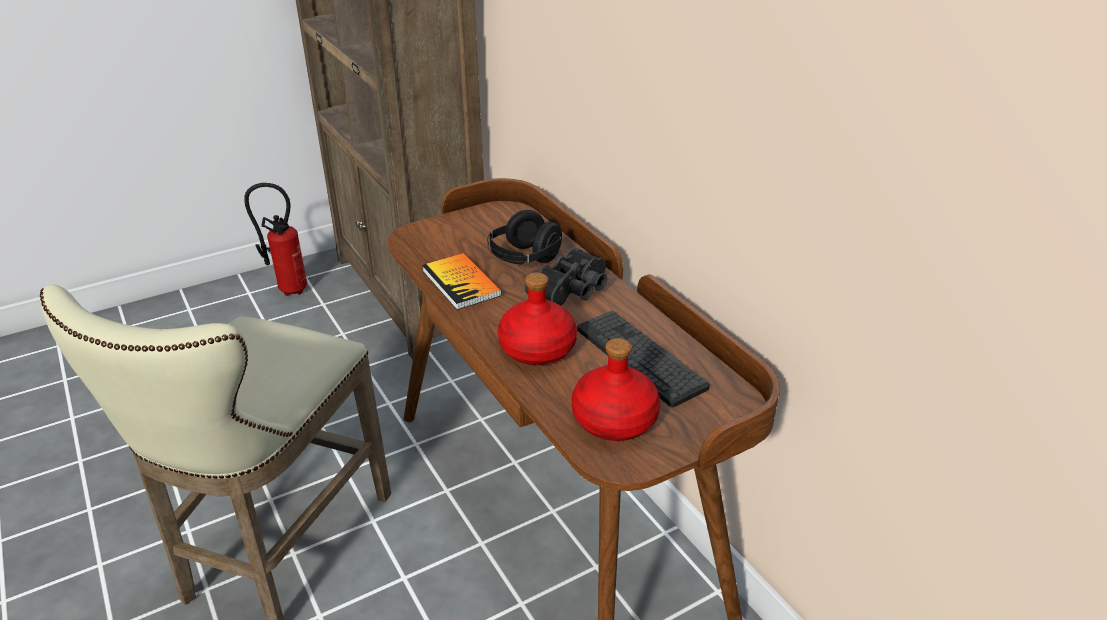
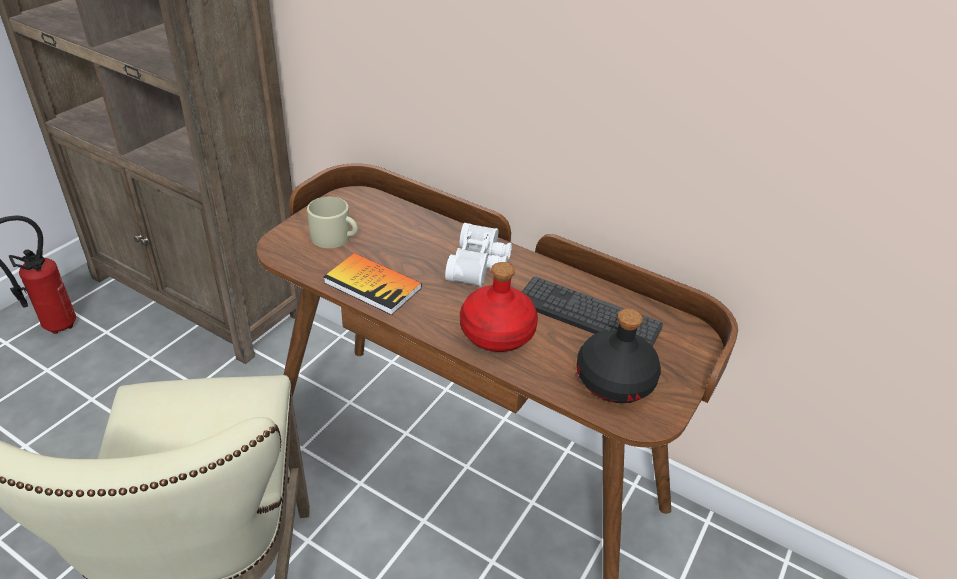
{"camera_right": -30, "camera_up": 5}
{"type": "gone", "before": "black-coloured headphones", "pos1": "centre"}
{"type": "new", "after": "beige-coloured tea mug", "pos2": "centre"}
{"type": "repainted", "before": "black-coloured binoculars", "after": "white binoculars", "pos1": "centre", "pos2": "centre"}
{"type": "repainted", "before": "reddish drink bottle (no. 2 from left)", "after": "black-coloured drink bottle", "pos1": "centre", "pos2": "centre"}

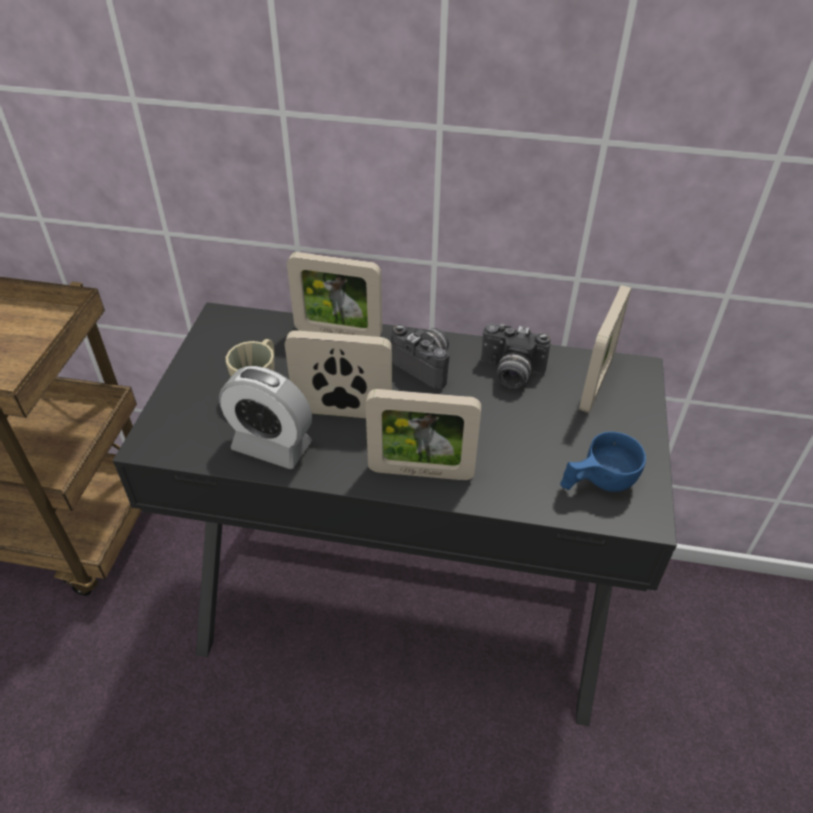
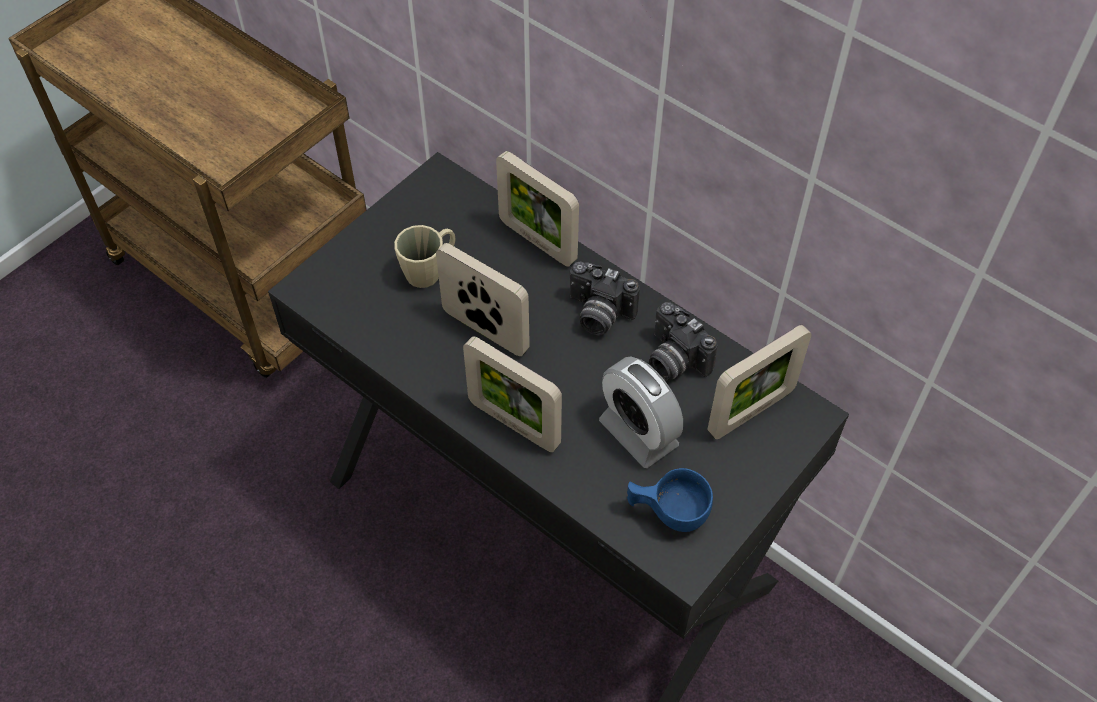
{"camera_right": 30, "camera_up": 10}
{"type": "shifted", "before": "alarm clock", "pos1": "middle left", "pos2": "centre"}
{"type": "rotated", "before": "still camera (no. 1 from left)", "pos1": "centre", "pos2": "centre", "turn": 135}

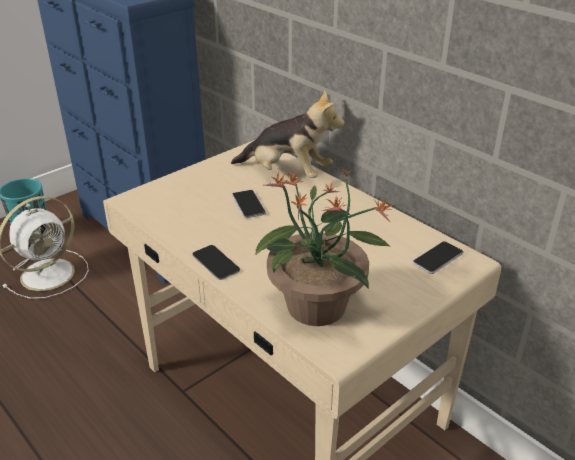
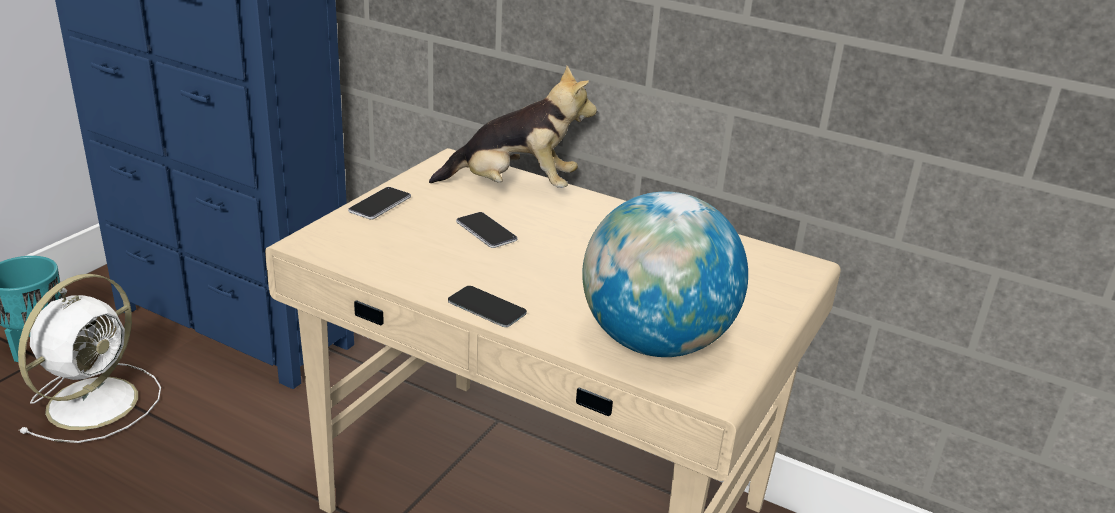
{"camera_right": -20, "camera_up": -5}
{"type": "shifted", "before": "handset (no. 3 from left in the first image)", "after": "handset (no. 1 from left)", "pos1": "middle right", "pos2": "centre"}
{"type": "swapped", "before": "plant in a pot", "after": "desk globe", "pos1": "centre", "pos2": "centre"}

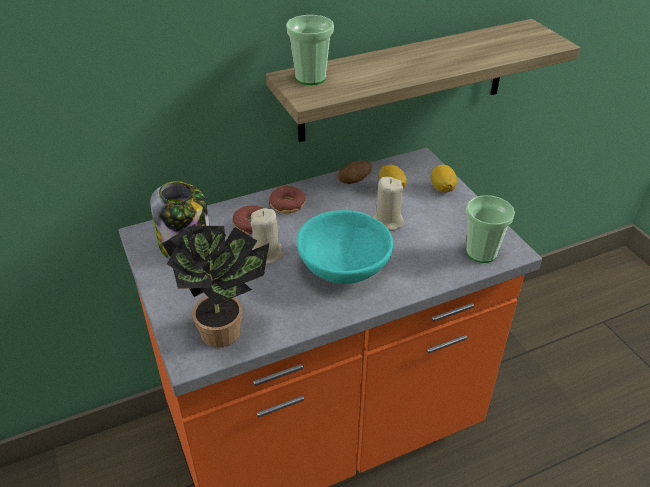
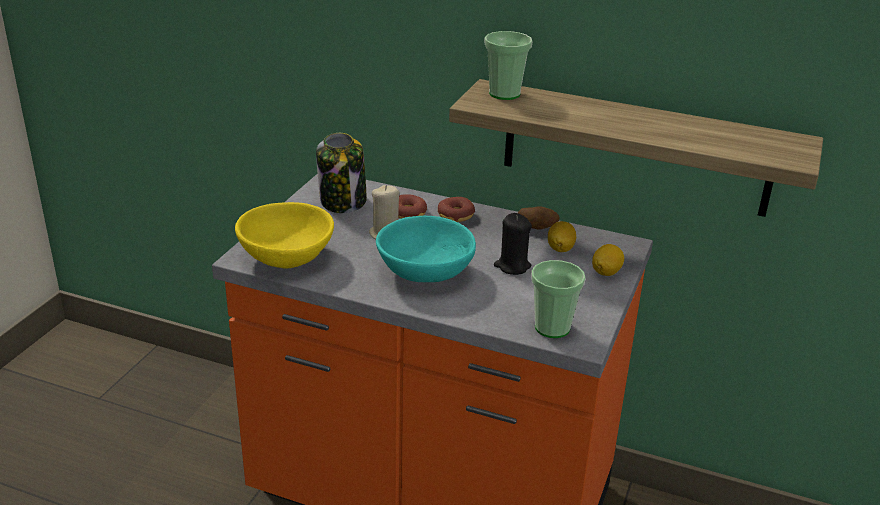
{"camera_right": 45, "camera_up": -10}
{"type": "swapped", "before": "plant in a pot", "after": "yellow-coloured serving bowl", "pos1": "middle left", "pos2": "middle left"}
{"type": "repainted", "before": "beige-coloured wax candle (no. 2 from left)", "after": "black-coloured wax candle", "pos1": "centre", "pos2": "centre"}

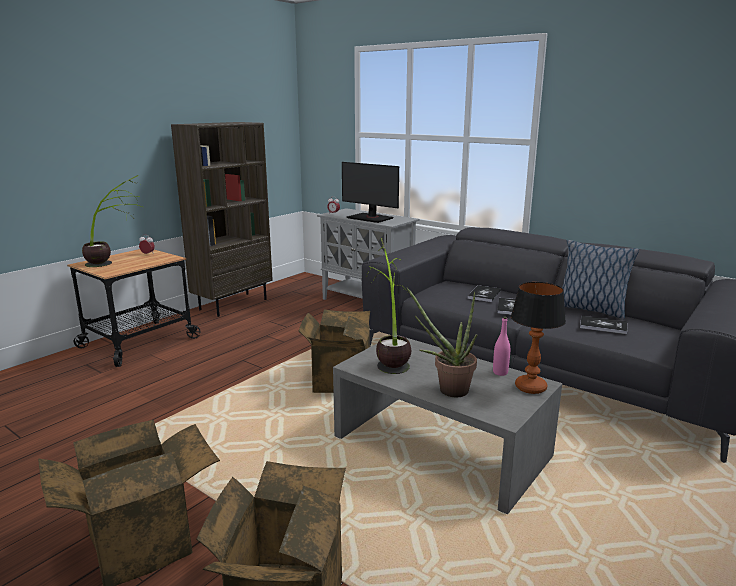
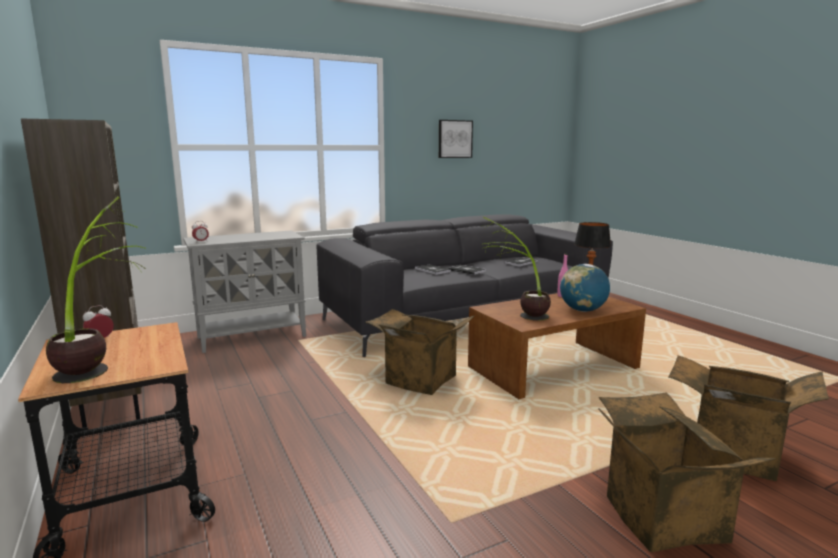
{"camera_right": -65, "camera_up": -5}
{"type": "gone", "before": "computer display", "pos1": "top centre"}
{"type": "gone", "before": "cushion", "pos1": "middle right"}
{"type": "new", "after": "wall art", "pos2": "top centre"}
{"type": "swapped", "before": "plant in a pot (no. 3 from left)", "after": "desk globe", "pos1": "centre", "pos2": "middle right"}
{"type": "repainted", "before": "grey low table", "after": "brown low table", "pos1": "bottom centre", "pos2": "centre"}

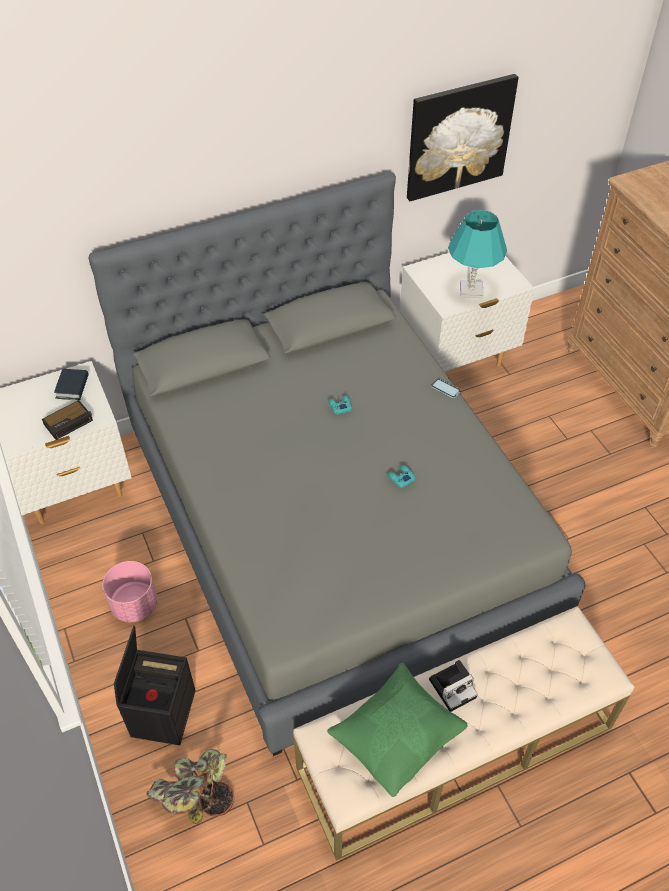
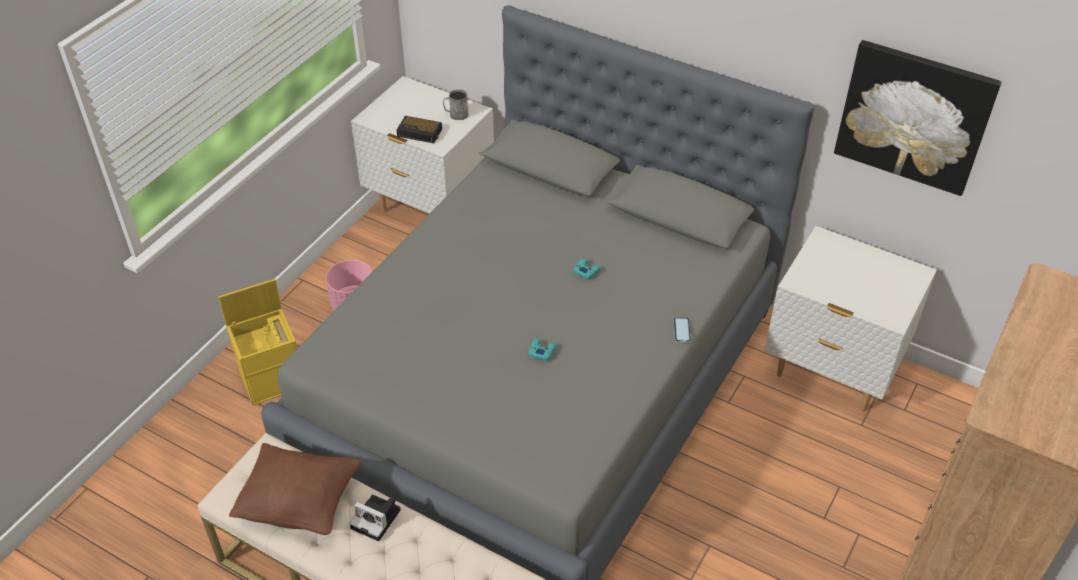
{"camera_right": 55, "camera_up": -5}
{"type": "gone", "before": "plant in a pot", "pos1": "bottom left"}
{"type": "gone", "before": "blue-green table lamp", "pos1": "top right"}
{"type": "swapped", "before": "book", "after": "grey tea mug", "pos1": "middle left", "pos2": "top centre"}
{"type": "repainted", "before": "black-coloured storage bin", "after": "yellow-coloured storage bin", "pos1": "bottom left", "pos2": "middle left"}
{"type": "repainted", "before": "green cushion", "after": "brown cushion", "pos1": "bottom centre", "pos2": "bottom left"}

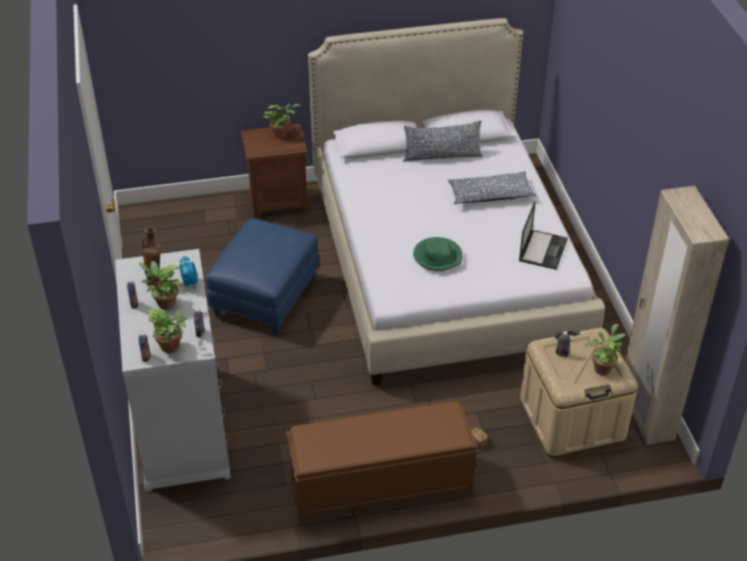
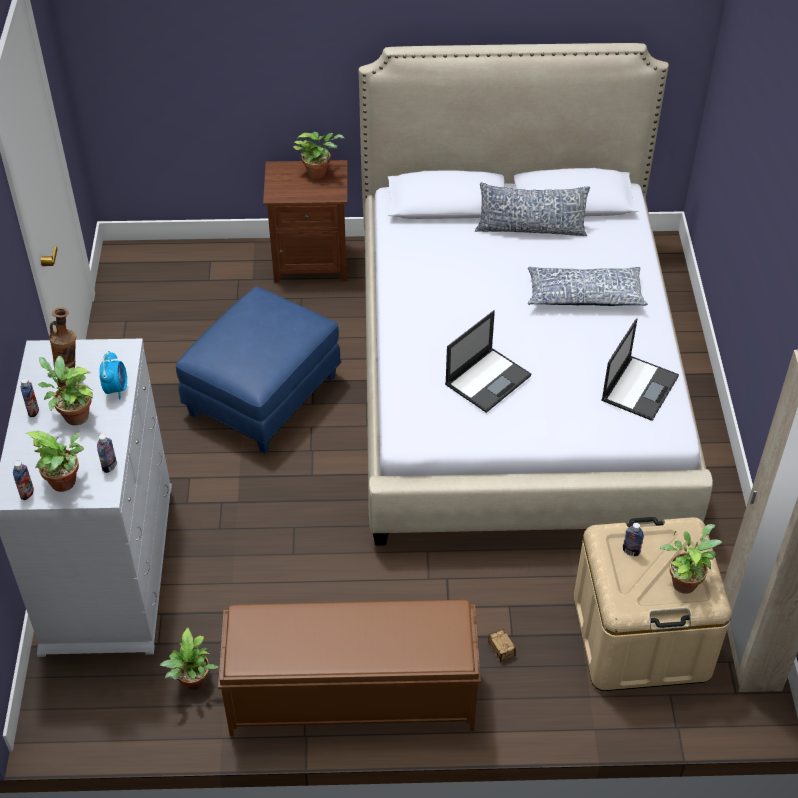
{"camera_right": 10, "camera_up": 5}
{"type": "new", "after": "plant in a pot (no. 3 from left)", "pos2": "bottom left"}
{"type": "swapped", "before": "green wearable hat", "after": "laptop (no. 1 from left)", "pos1": "centre", "pos2": "centre"}

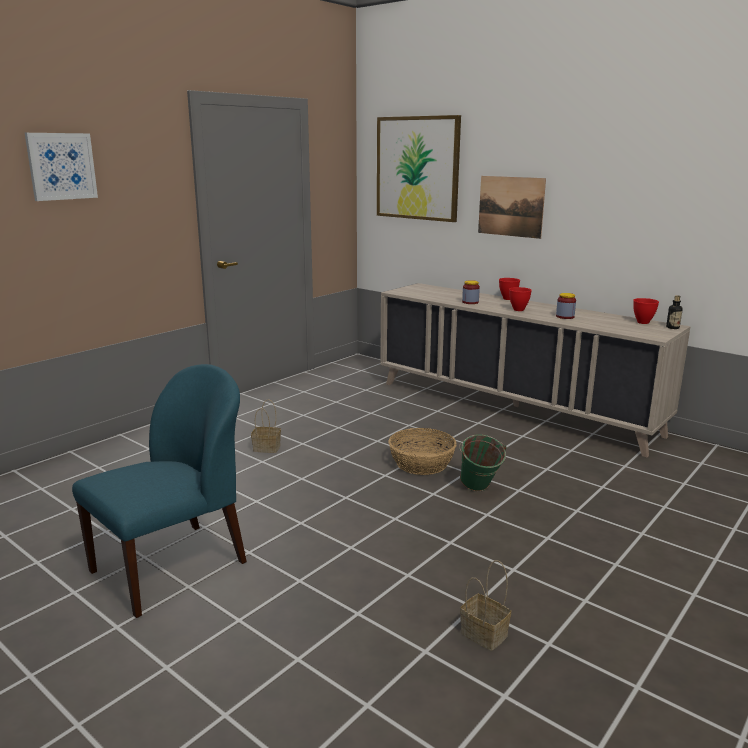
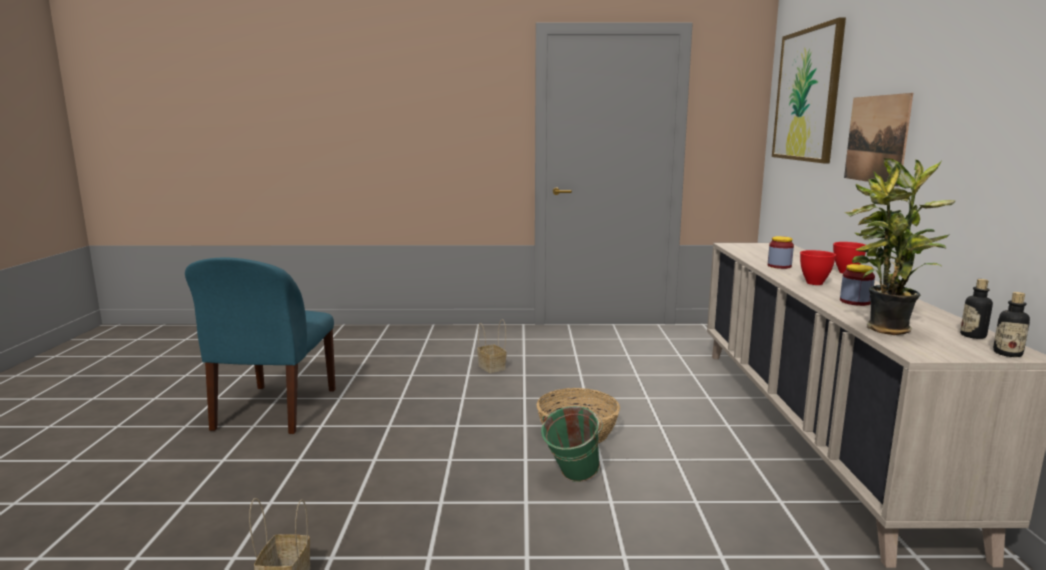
{"camera_right": 50, "camera_up": -5}
{"type": "gone", "before": "wall art (no. 1 from left)", "pos1": "top left"}
{"type": "new", "after": "plant in a pot", "pos2": "middle right"}
{"type": "swapped", "before": "reddish serving bowl (no. 3 from left)", "after": "drink bottle (no. 1 from left)", "pos1": "middle right", "pos2": "middle right"}
{"type": "rotated", "before": "blue-coloured chair", "pos1": "middle left", "pos2": "middle left", "turn": 90}

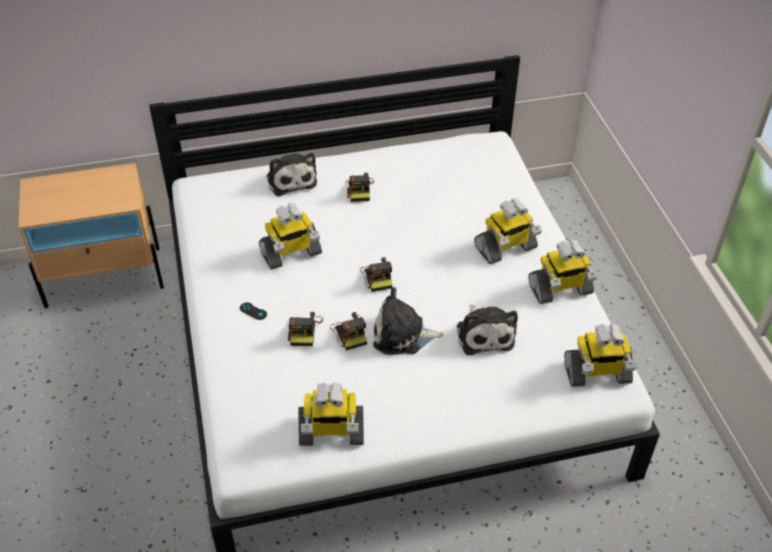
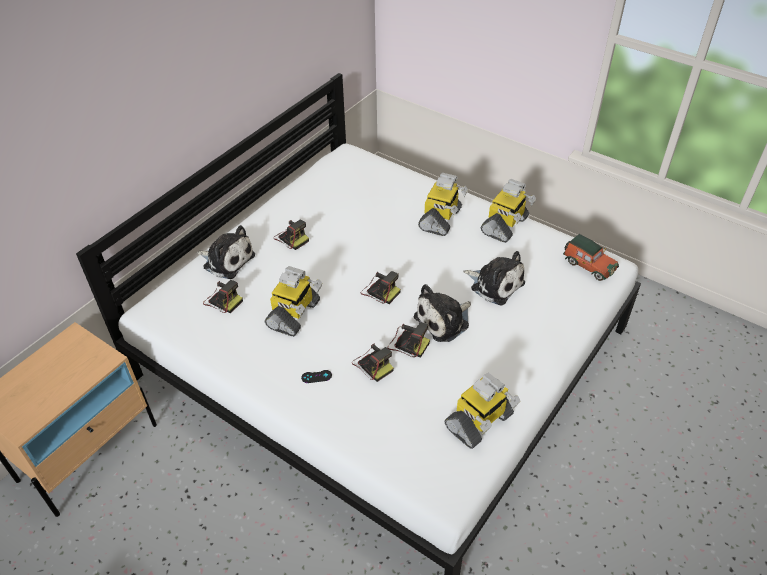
{"camera_right": -40, "camera_up": 0}
{"type": "new", "after": "still camera (no. 1 from left)", "pos2": "middle left"}
{"type": "swapped", "before": "model robot (no. 5 from left)", "after": "miniature car", "pos1": "middle right", "pos2": "middle right"}

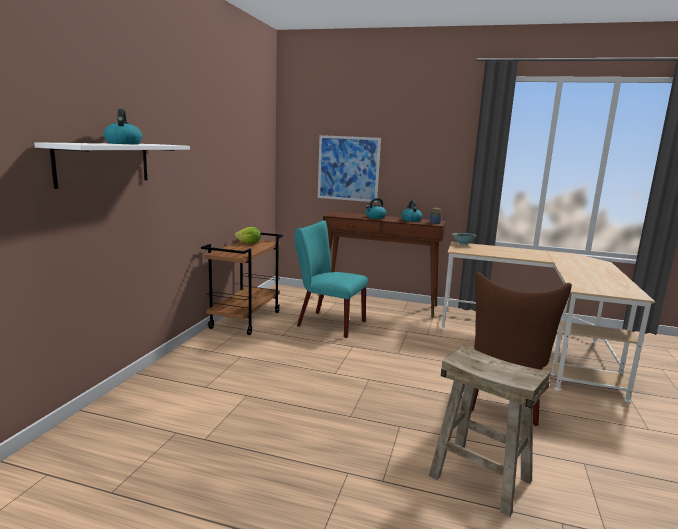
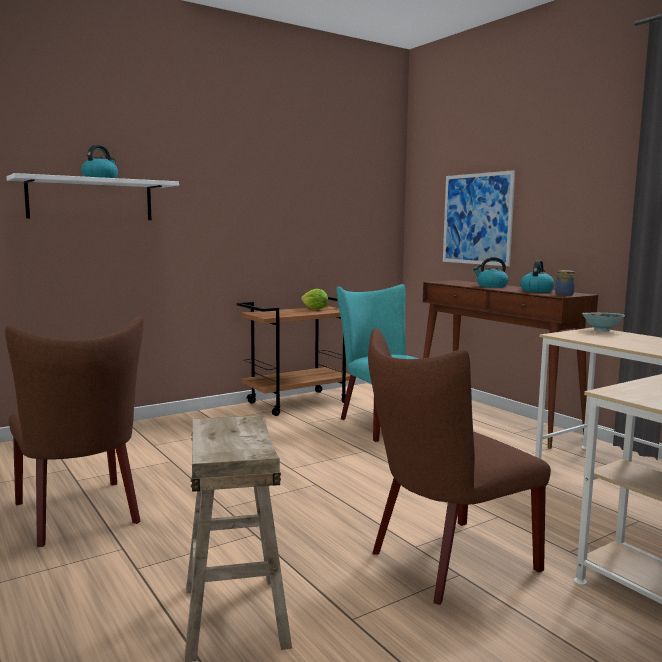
{"camera_right": 40, "camera_up": -5}
{"type": "new", "after": "brown chair (no. 1 from left)", "pos2": "middle left"}

